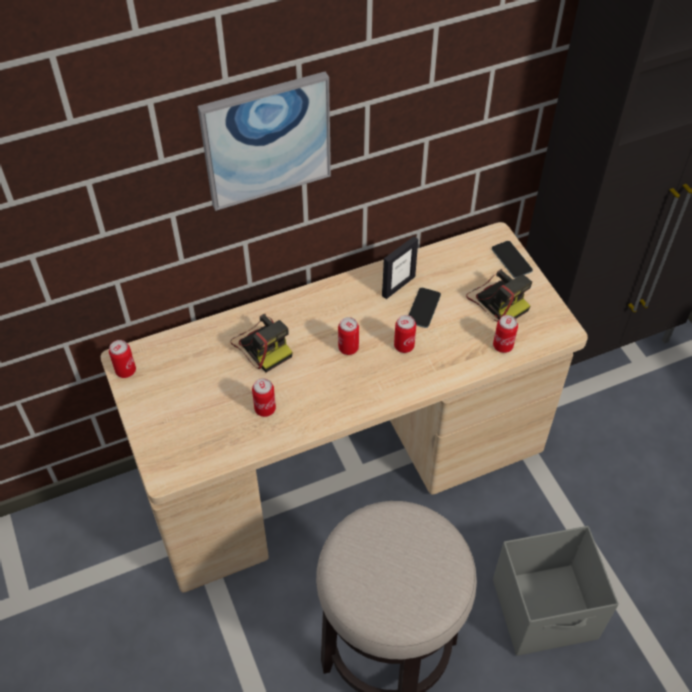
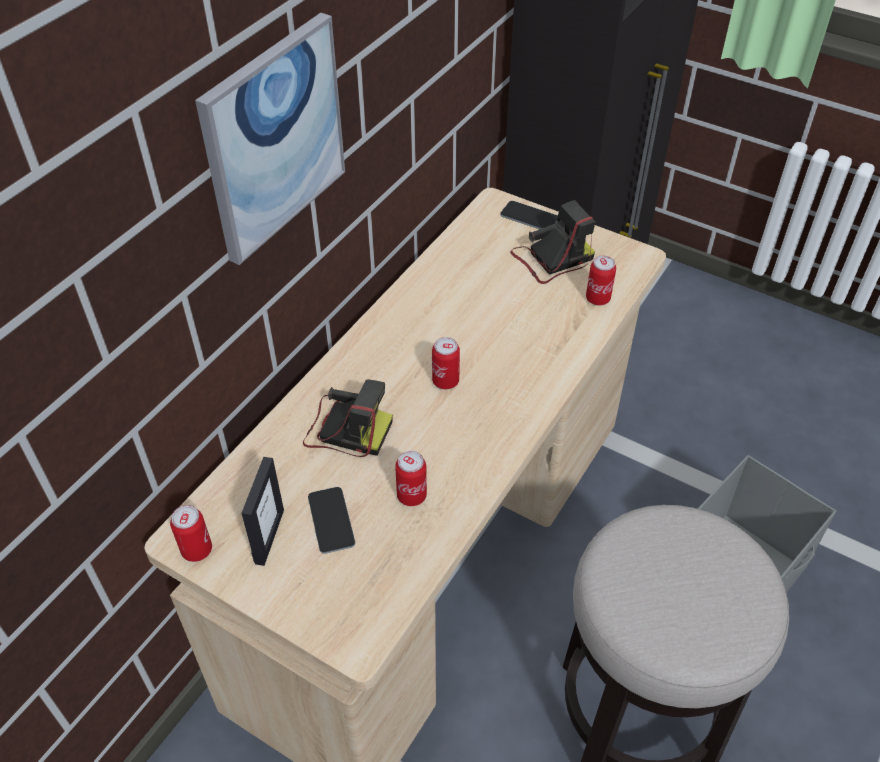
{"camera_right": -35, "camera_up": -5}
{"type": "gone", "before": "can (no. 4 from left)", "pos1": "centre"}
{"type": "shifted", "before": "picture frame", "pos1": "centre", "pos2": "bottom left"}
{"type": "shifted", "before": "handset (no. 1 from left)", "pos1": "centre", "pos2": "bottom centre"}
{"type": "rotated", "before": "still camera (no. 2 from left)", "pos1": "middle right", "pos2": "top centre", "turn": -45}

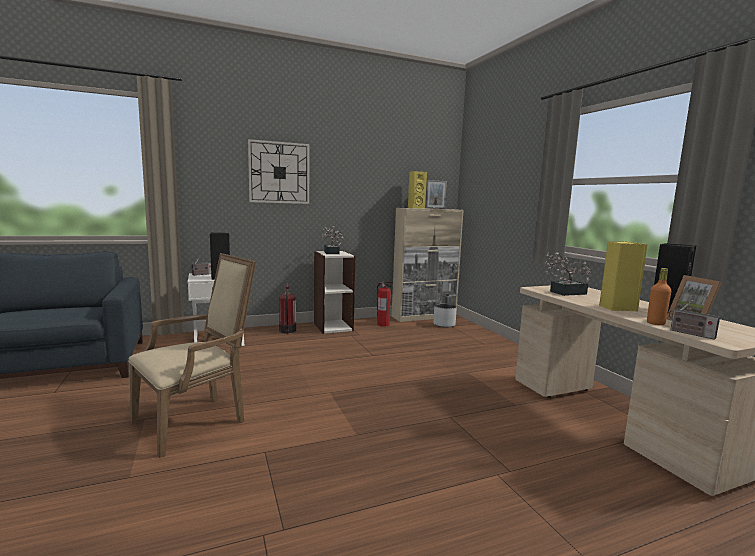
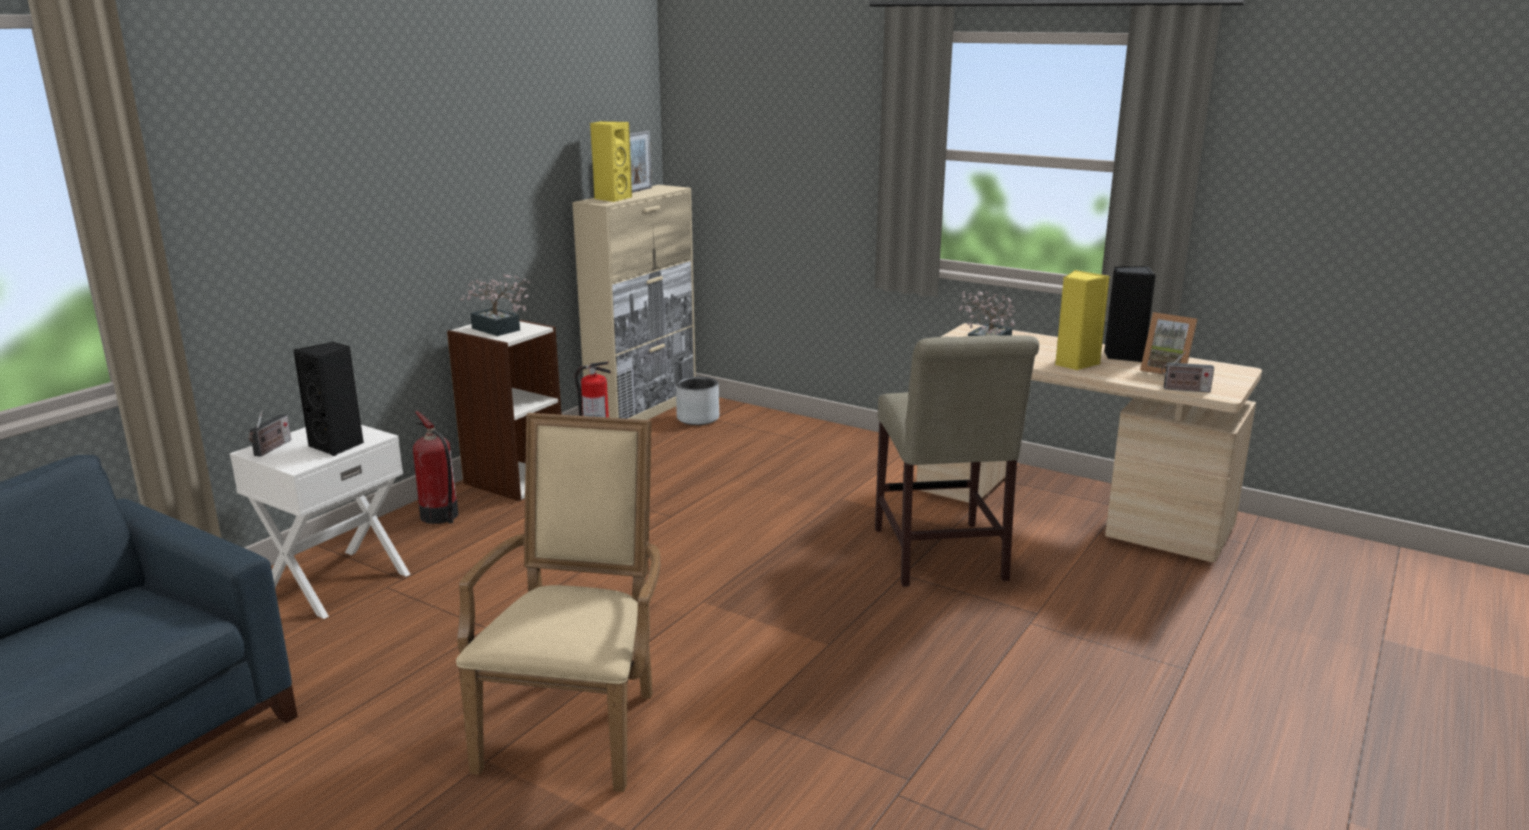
{"camera_right": -35, "camera_up": 10}
{"type": "gone", "before": "clock on the wall", "pos1": "top centre"}
{"type": "gone", "before": "orange-coloured drink bottle", "pos1": "middle right"}
{"type": "new", "after": "beige-coloured chair", "pos2": "centre"}

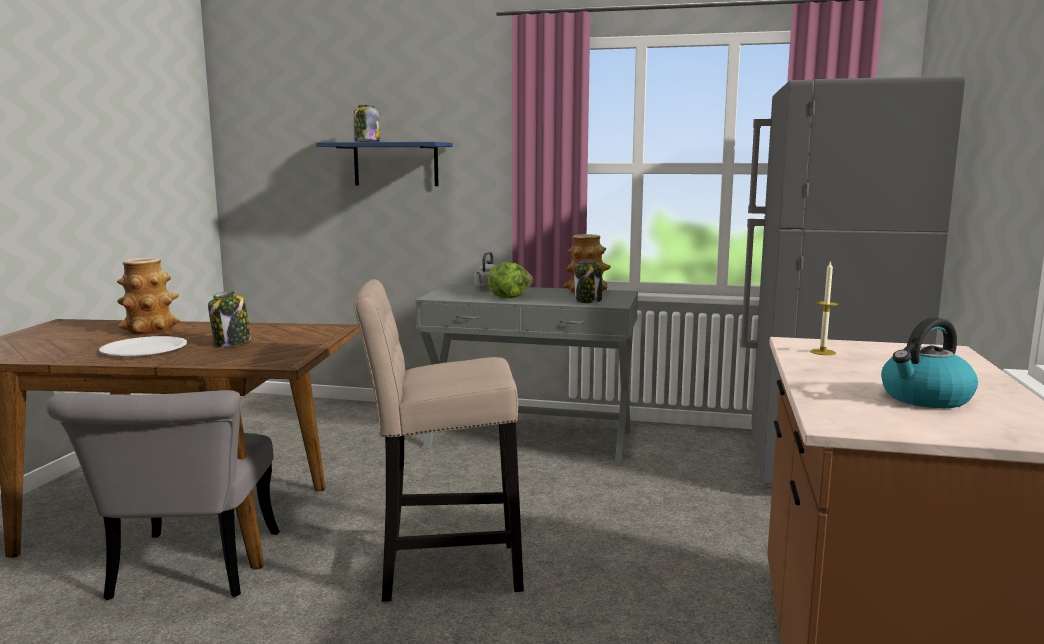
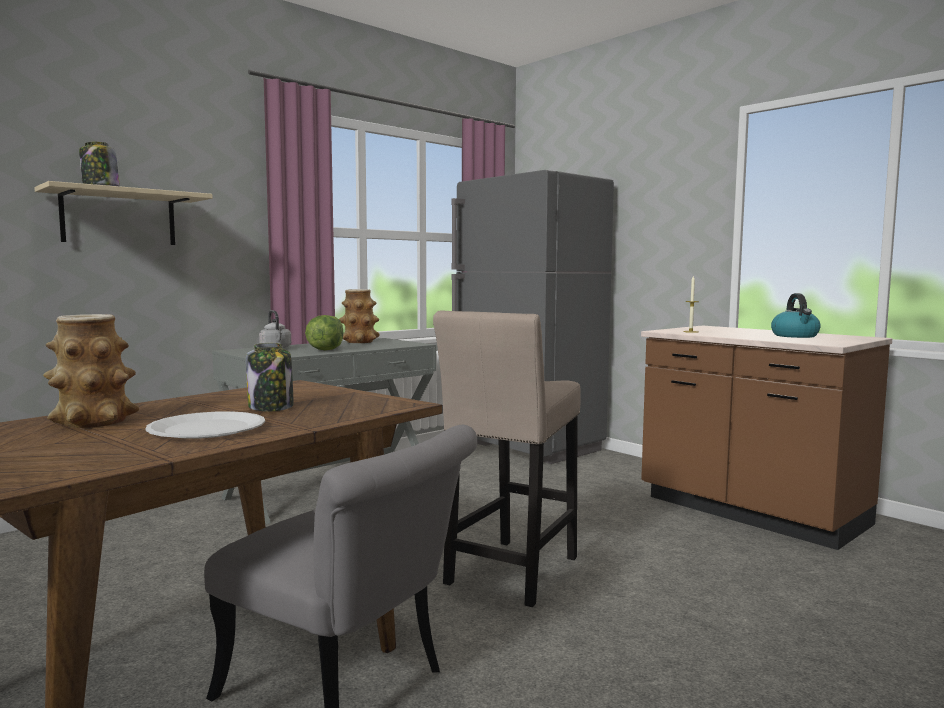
{"camera_right": -55, "camera_up": -5}
{"type": "gone", "before": "jar (no. 3 from left)", "pos1": "centre"}
{"type": "repainted", "before": "blue-coloured bracket shelf", "after": "beige-coloured bracket shelf", "pos1": "top centre", "pos2": "top left"}

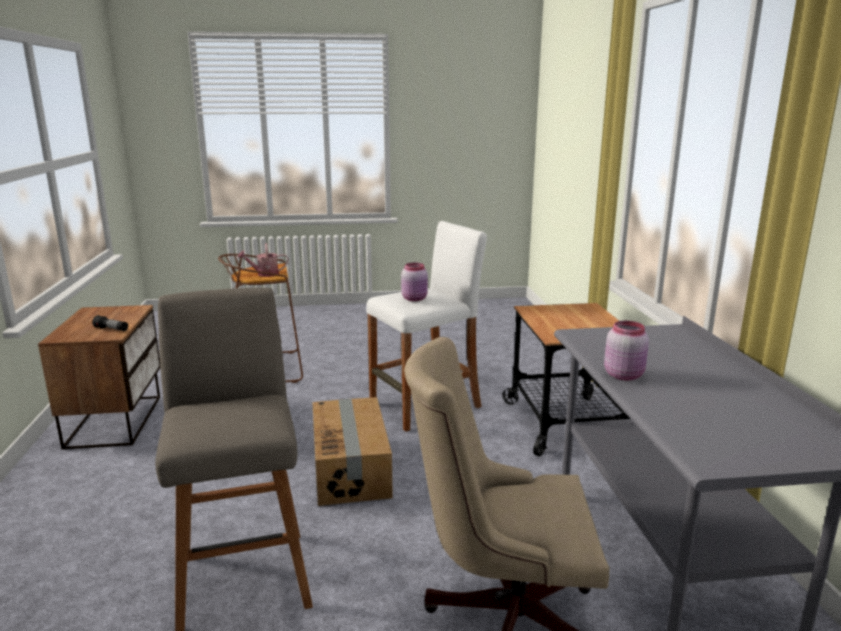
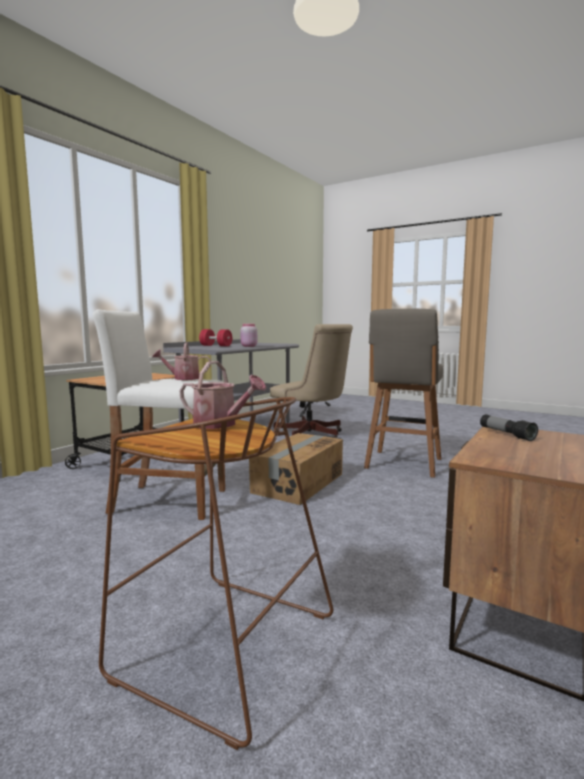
{"camera_right": -140, "camera_up": -10}
{"type": "new", "after": "reddish dumbbell", "pos2": "centre"}
{"type": "swapped", "before": "pink-coloured jar (no. 1 from left)", "after": "watering can (no. 1 from left)", "pos1": "centre", "pos2": "middle left"}

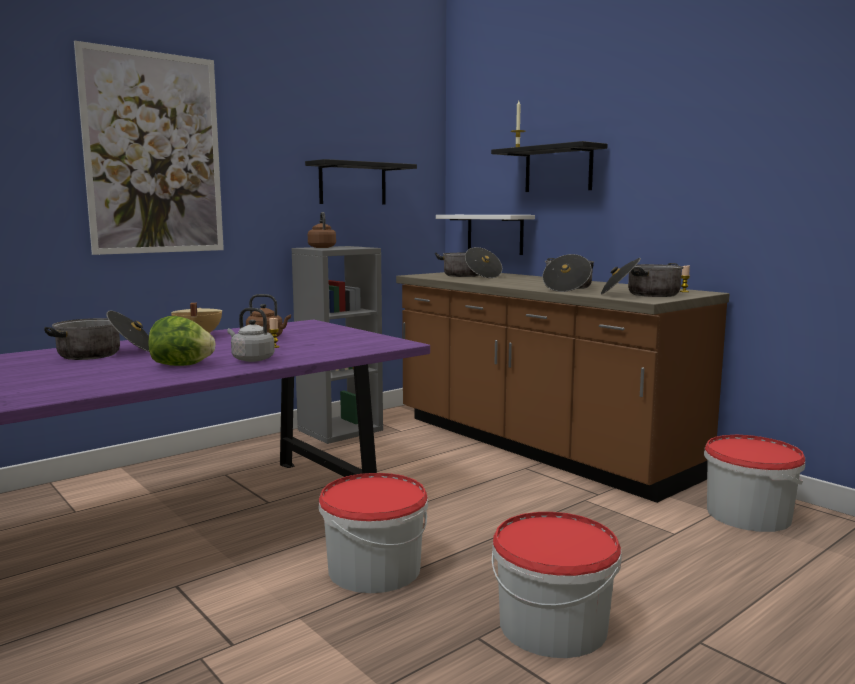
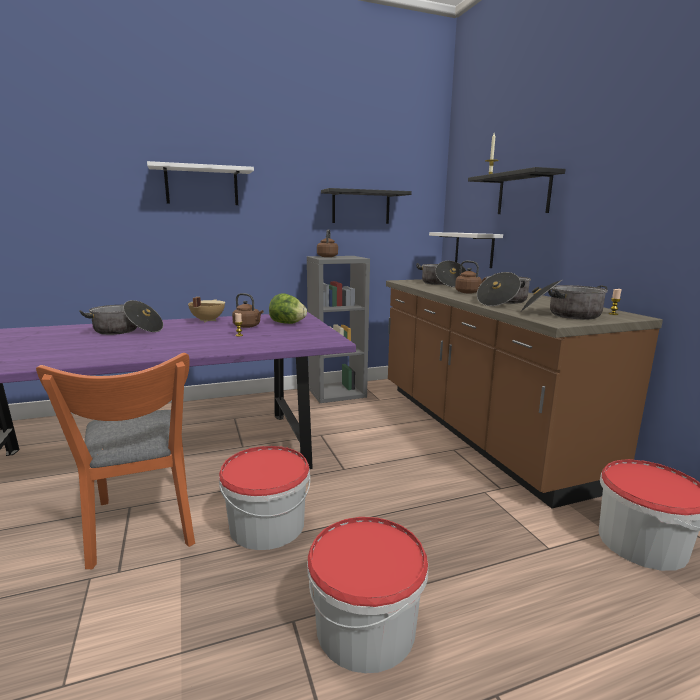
{"camera_right": 20, "camera_up": 5}
{"type": "gone", "before": "grey kettle", "pos1": "middle left"}
{"type": "new", "after": "orange-coloured chair", "pos2": "middle left"}
{"type": "new", "after": "brown kettle (no. 3 from left)", "pos2": "middle right"}
{"type": "shifted", "before": "lettuce head", "pos1": "middle left", "pos2": "centre"}
{"type": "swapped", "before": "wall art", "after": "white bracket shelf (no. 1 from left)", "pos1": "top left", "pos2": "top left"}

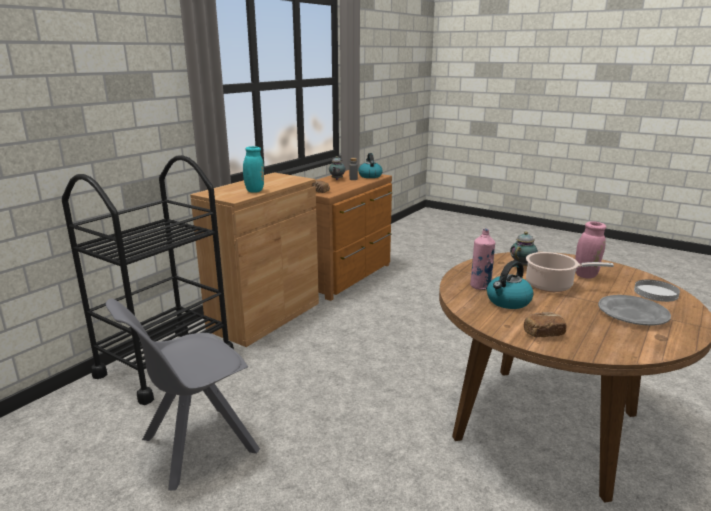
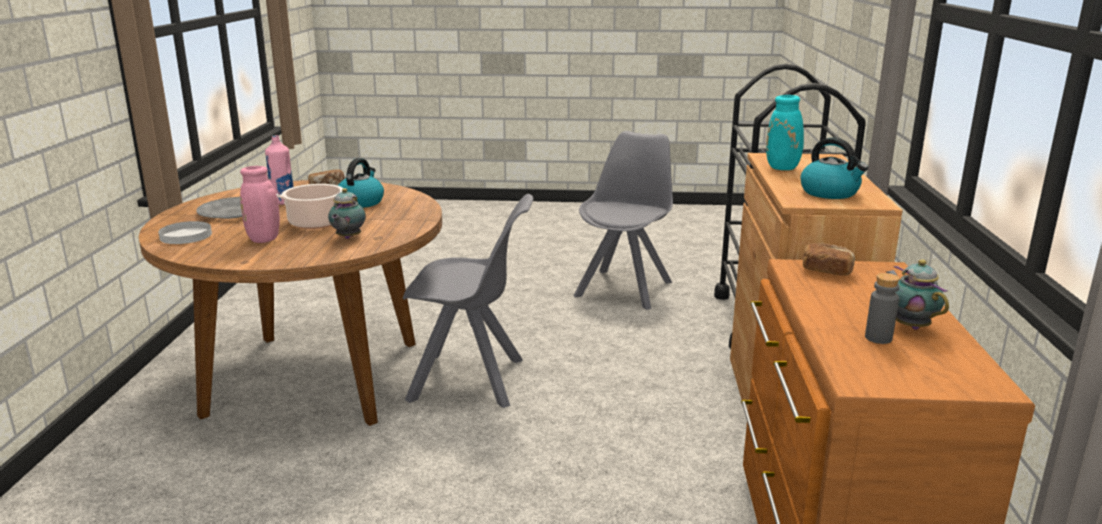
{"camera_right": 150, "camera_up": 0}
{"type": "new", "after": "grey chair (no. 1 from left)", "pos2": "centre"}
{"type": "shifted", "before": "kettle (no. 1 from left in the first image)", "after": "kettle (no. 2 from left)", "pos1": "top centre", "pos2": "top right"}
{"type": "shifted", "before": "pink-coloured drink bottle", "pos1": "middle right", "pos2": "top left"}

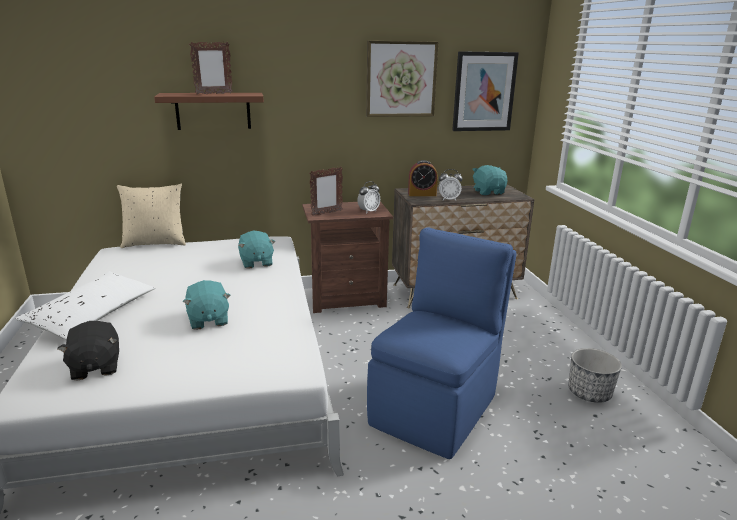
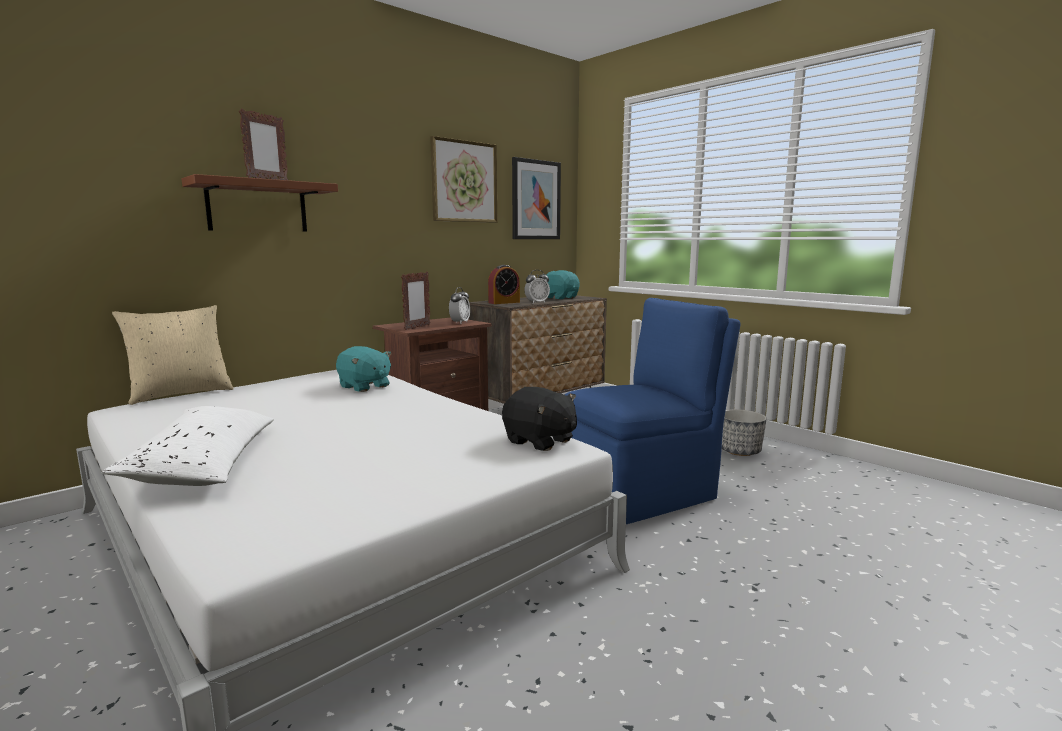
{"camera_right": -30, "camera_up": -10}
{"type": "gone", "before": "blue-green plush toy (no. 1 from left)", "pos1": "middle left"}
{"type": "shifted", "before": "black-coloured plush toy", "pos1": "bottom left", "pos2": "centre"}
{"type": "rotated", "before": "blue-coloured chair", "pos1": "centre", "pos2": "centre", "turn": 60}

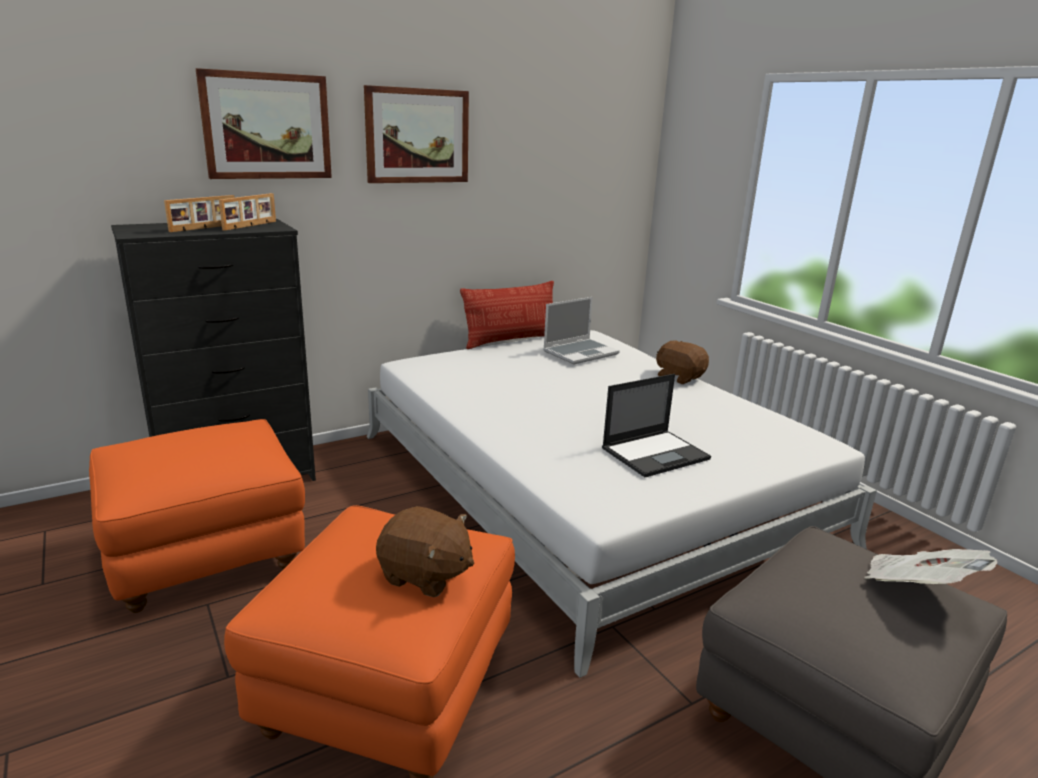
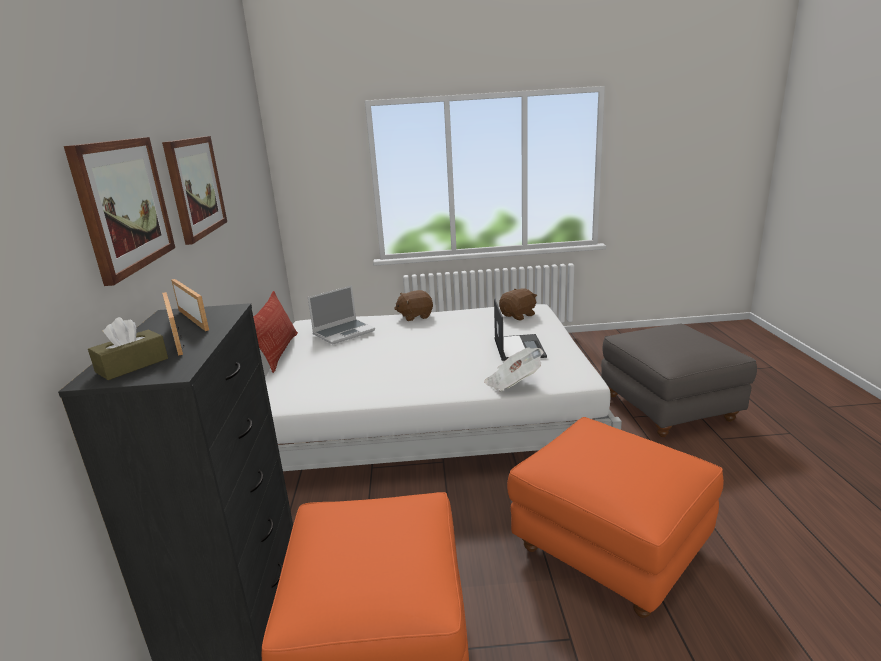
{"camera_right": -60, "camera_up": 0}
{"type": "new", "after": "brown tissue box", "pos2": "middle left"}
{"type": "shifted", "before": "brown plush toy (no. 1 from left in the first image)", "after": "brown plush toy (no. 2 from left)", "pos1": "bottom centre", "pos2": "centre"}
{"type": "shifted", "before": "daily paper", "pos1": "bottom right", "pos2": "centre"}
{"type": "rotated", "before": "laptop (no. 1 from left)", "pos1": "centre", "pos2": "centre", "turn": 60}

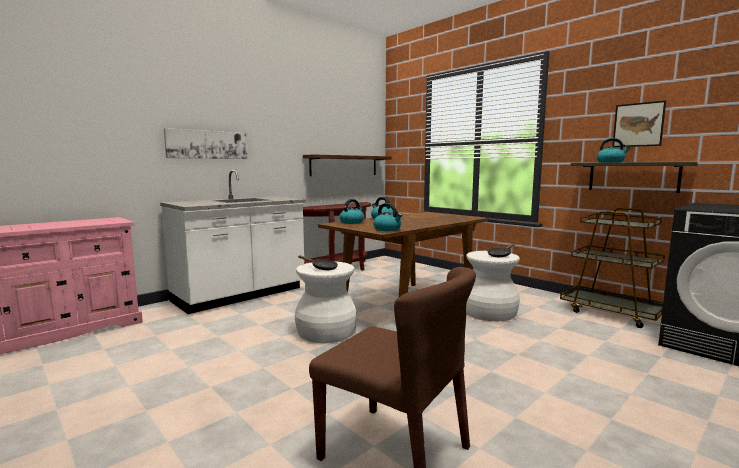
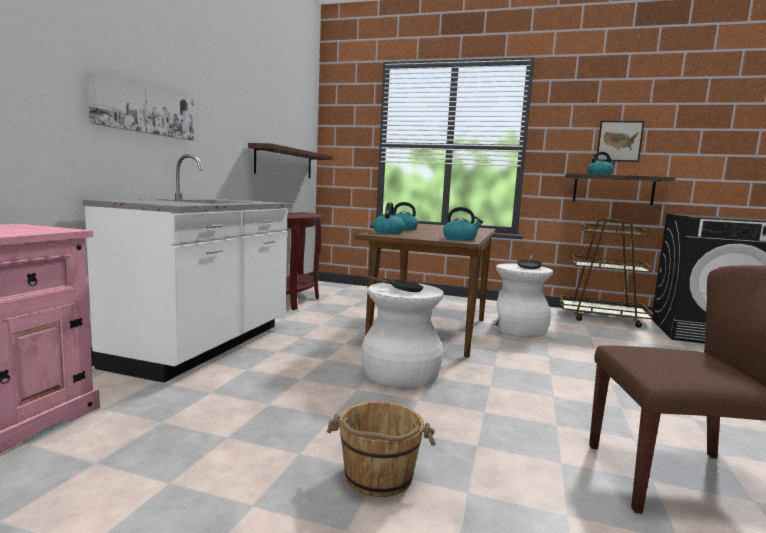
{"camera_right": -30, "camera_up": 0}
{"type": "new", "after": "brown bucket", "pos2": "bottom centre"}

